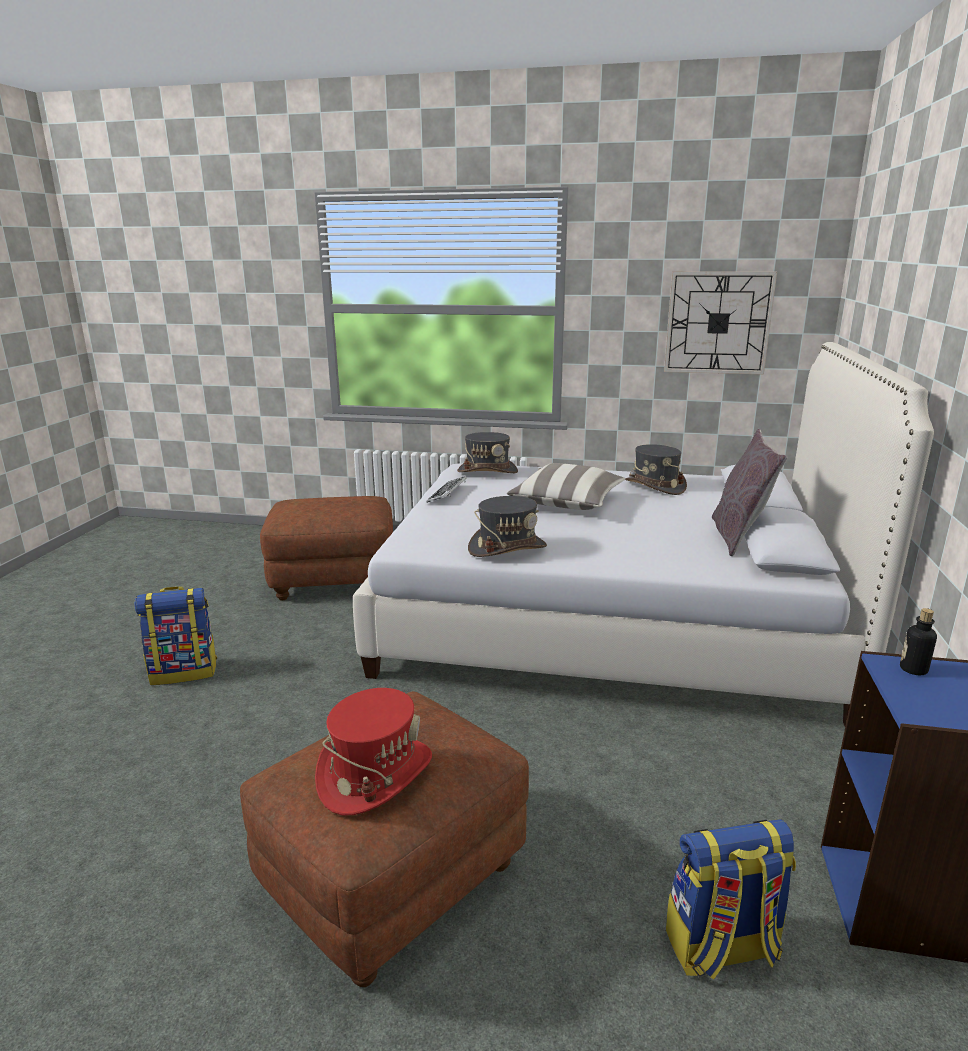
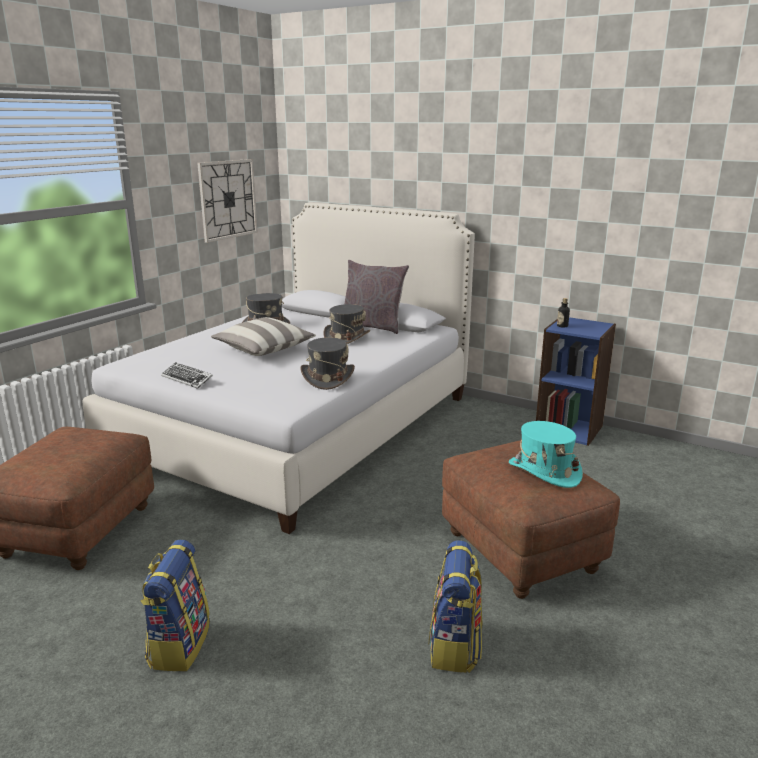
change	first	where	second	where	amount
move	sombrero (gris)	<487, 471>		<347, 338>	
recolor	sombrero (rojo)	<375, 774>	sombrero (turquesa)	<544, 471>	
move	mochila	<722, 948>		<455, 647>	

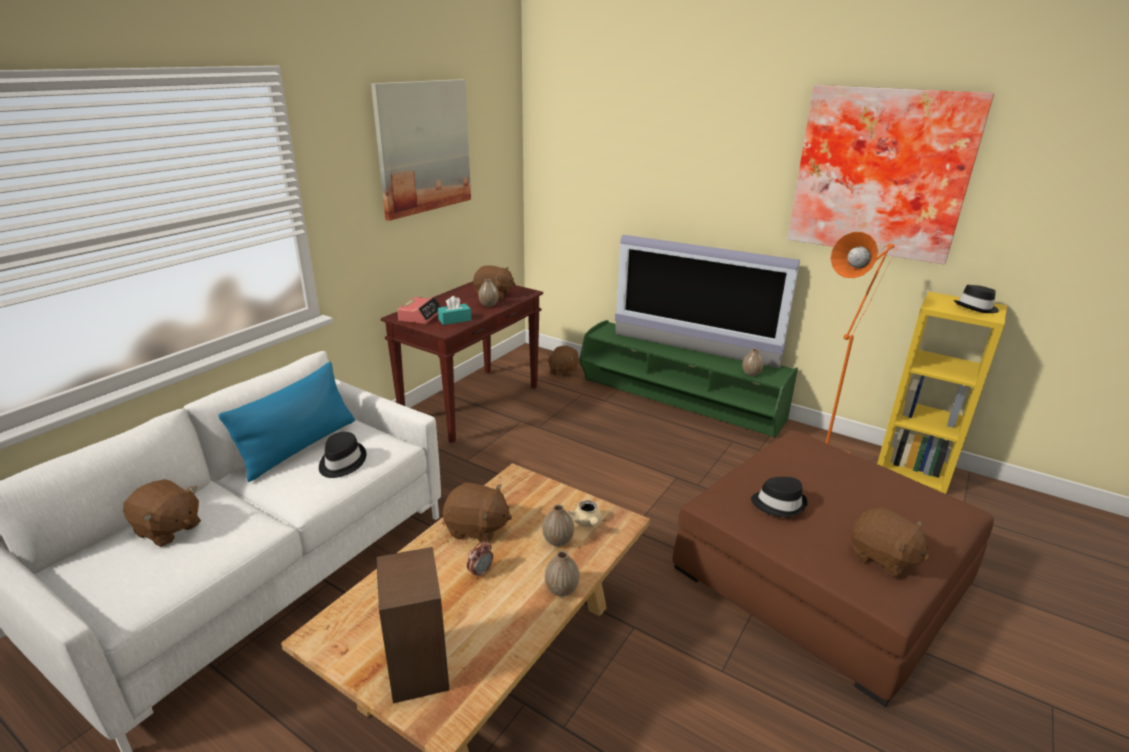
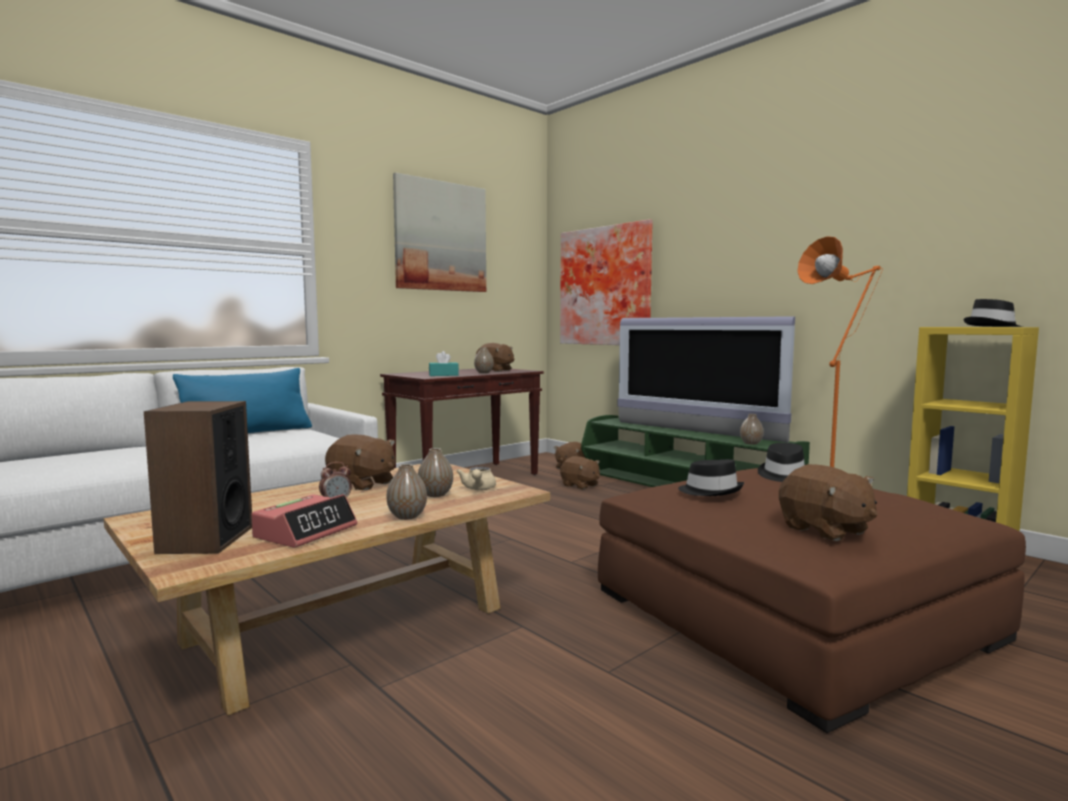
change	first	where	second	where	amount
move	cuadro	<881, 173>		<607, 286>	
move	despertador	<420, 316>		<306, 532>	
move	sombrero (negro)	<341, 462>		<783, 475>	
move	peluche (marrón)	<168, 529>		<580, 485>	

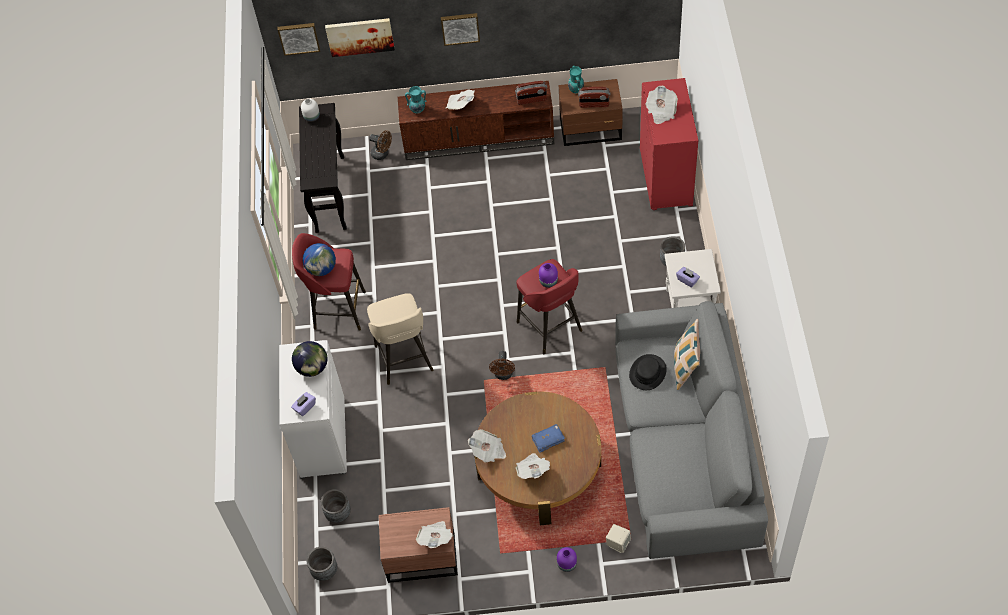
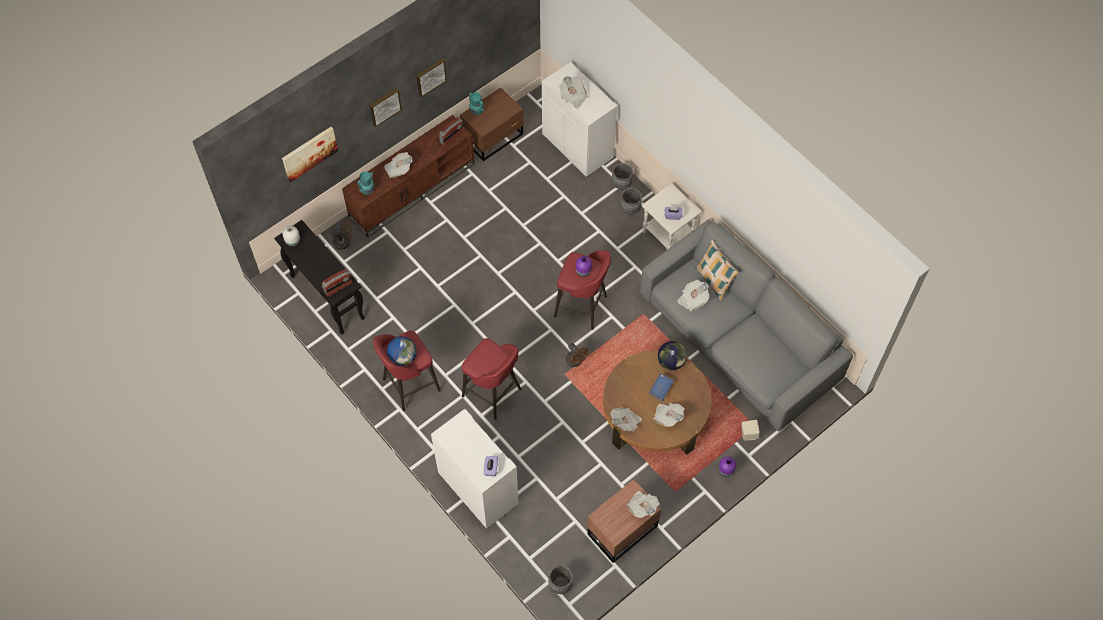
change	first	where	second	where	amount
move	cuadro	<299, 37>		<430, 76>	
recolor	armario (rojo)	<666, 177>	armario (blanco)	<578, 146>	
move	radio	<594, 104>		<338, 287>	
recolor	taburete (beis)	<404, 360>	taburete (rojo)	<493, 394>	
move	globo terráqueo	<312, 368>		<671, 362>	
replace	sombrero (negro)	<647, 372>	periódico	<692, 299>	
move	maceta (gris)	<338, 513>		<622, 184>	

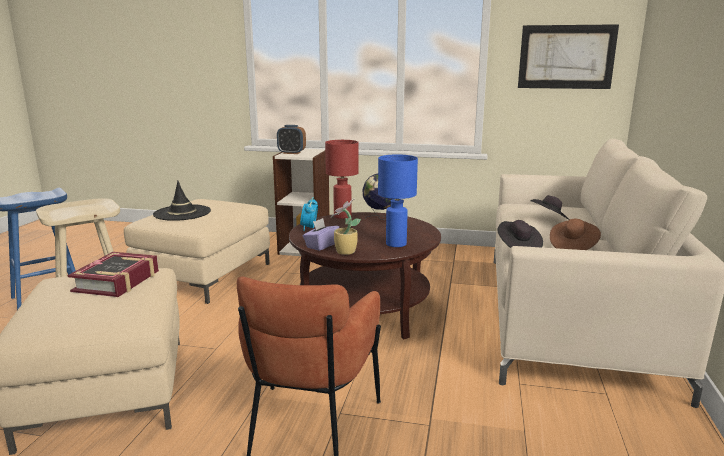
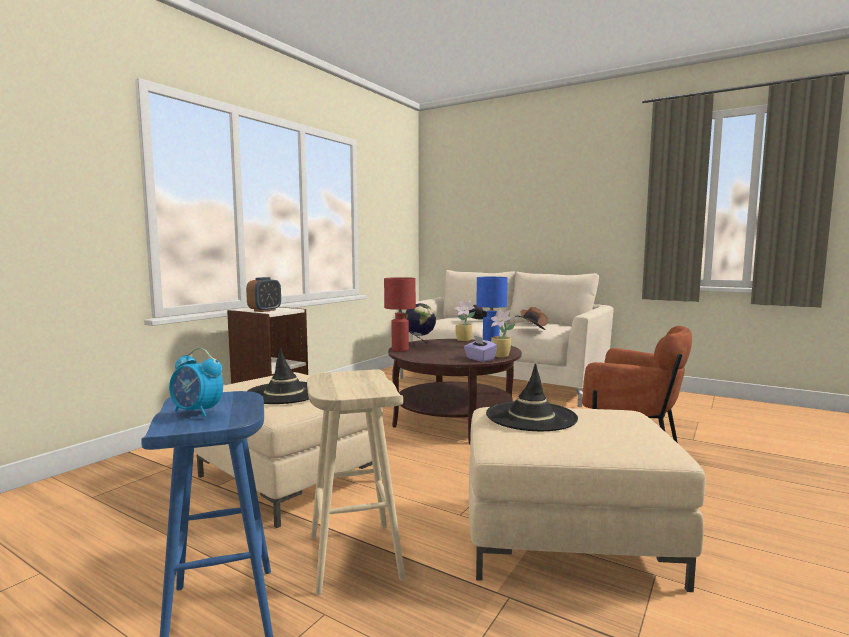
change	first	where	second	where	amount
delete	cuadro	<566, 57>			
move	despertador	<309, 228>		<197, 412>	
replace	libro	<117, 281>	sombrero (negro)	<531, 416>	
insert			planta en maceta	<464, 340>	

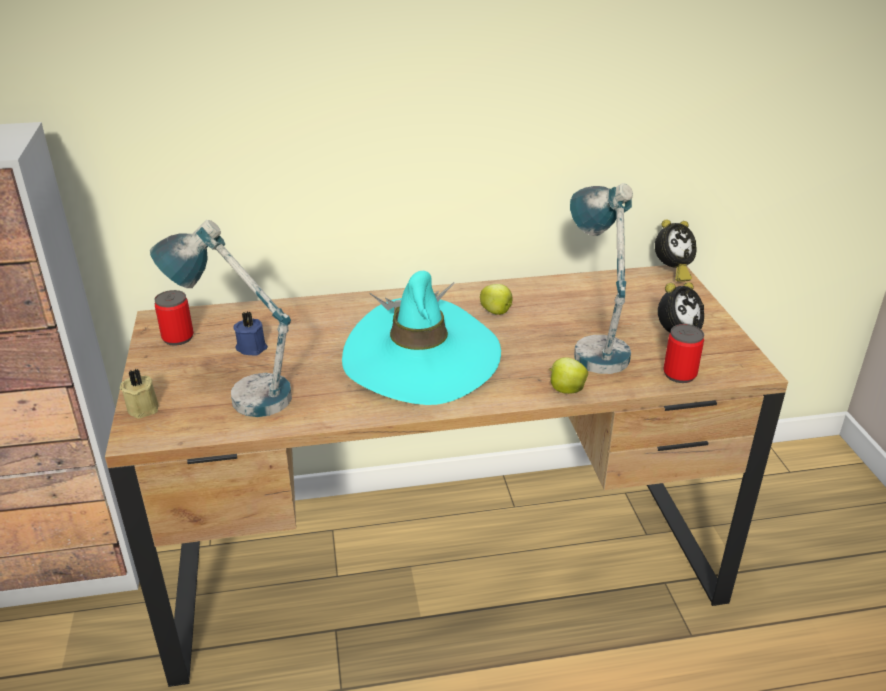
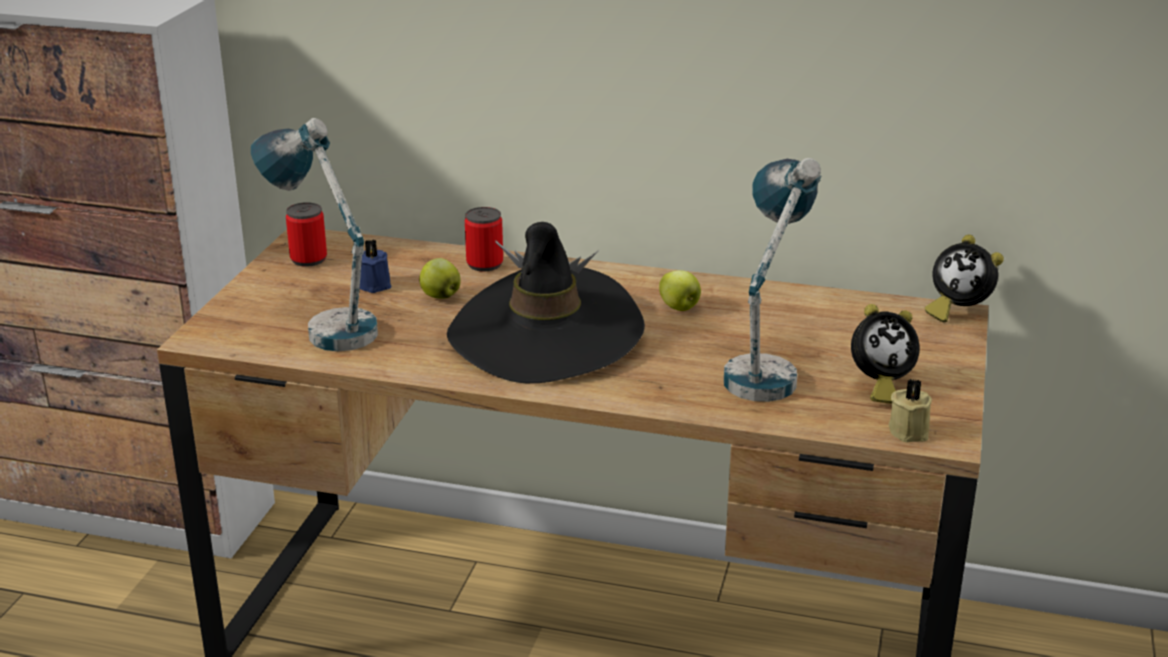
change	first	where	second	where	amount
rotate	despertador	<671, 272>		<957, 311>	45 degrees clockwise
recolor	sombrero (turquesa)	<421, 358>	sombrero (negro)	<545, 335>	
move	lata	<679, 374>		<484, 264>	
move	manzana	<565, 390>		<440, 296>	
move	vela (beis)	<144, 407>		<910, 430>	

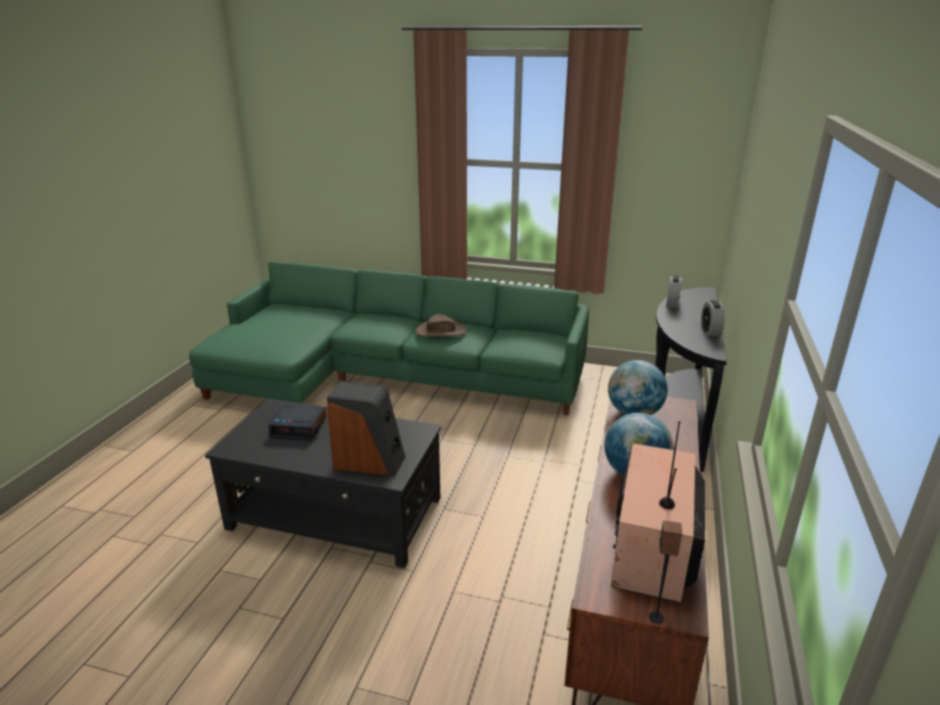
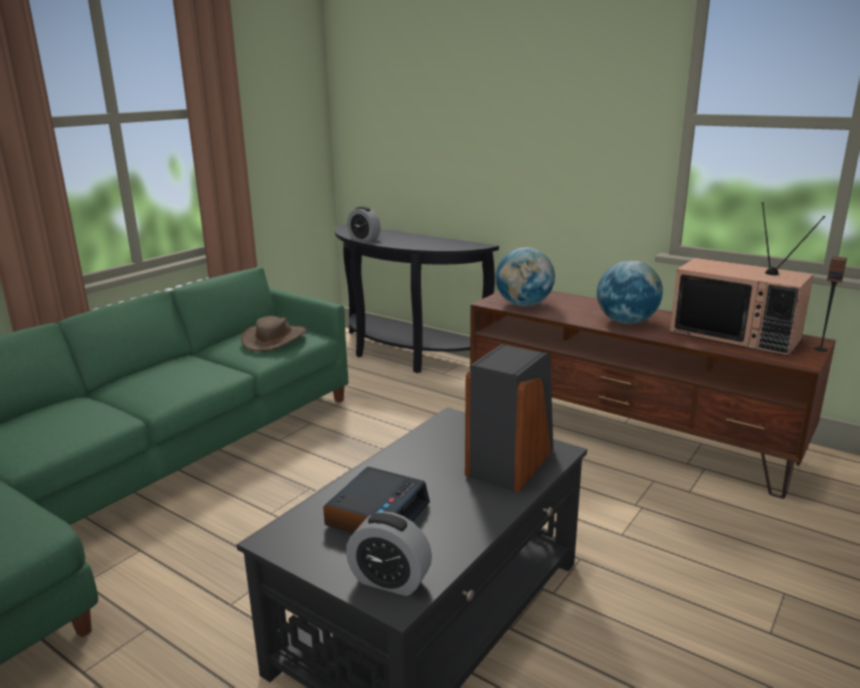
change	first	where	second	where	amount
move	despertador	<710, 331>		<389, 580>	
move	sombrero (marrón)	<440, 331>		<275, 338>	

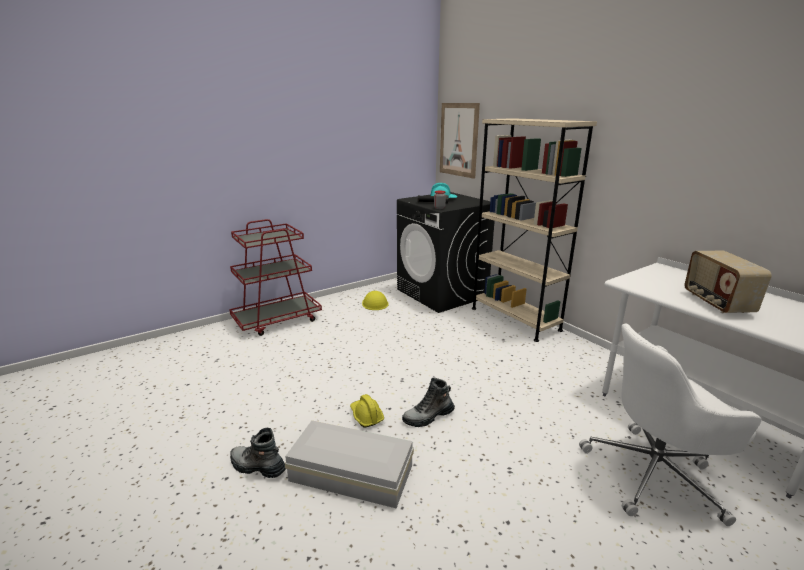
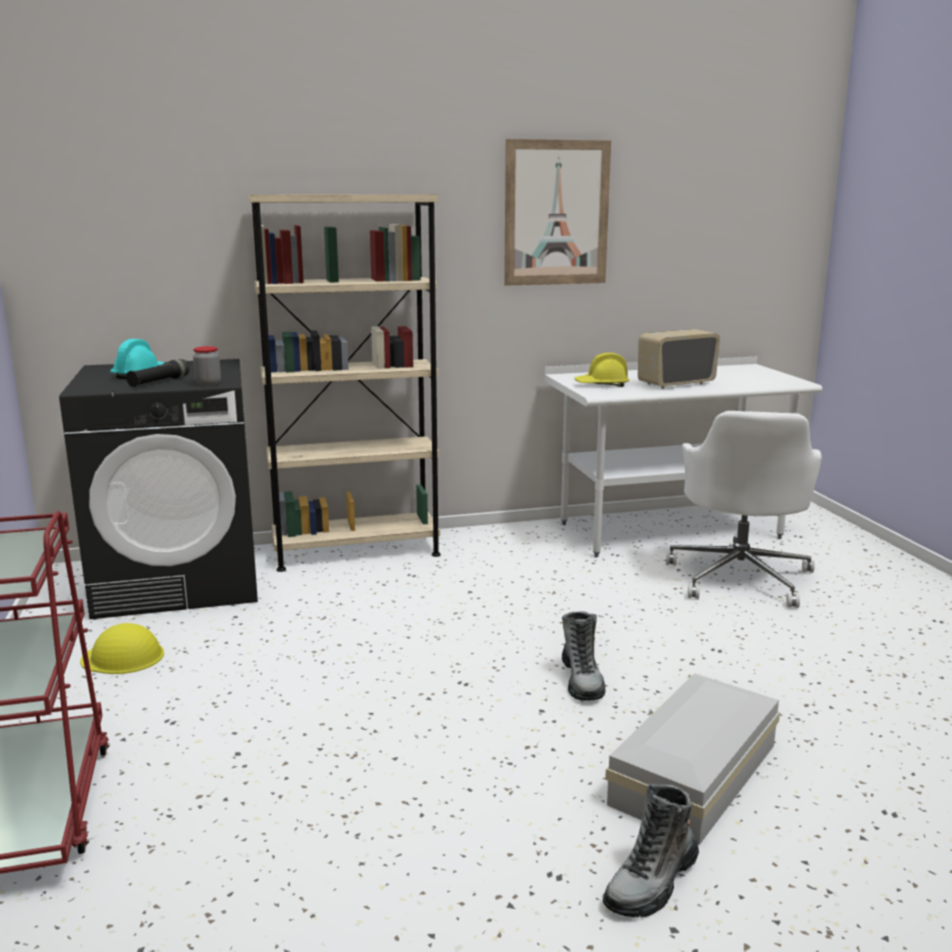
change	first	where	second	where	amount
move	cuadro	<458, 140>		<556, 213>	
rotate	radio	<716, 303>		<675, 384>	135 degrees clockwise
move	casco (amarillo)	<366, 416>		<601, 385>	

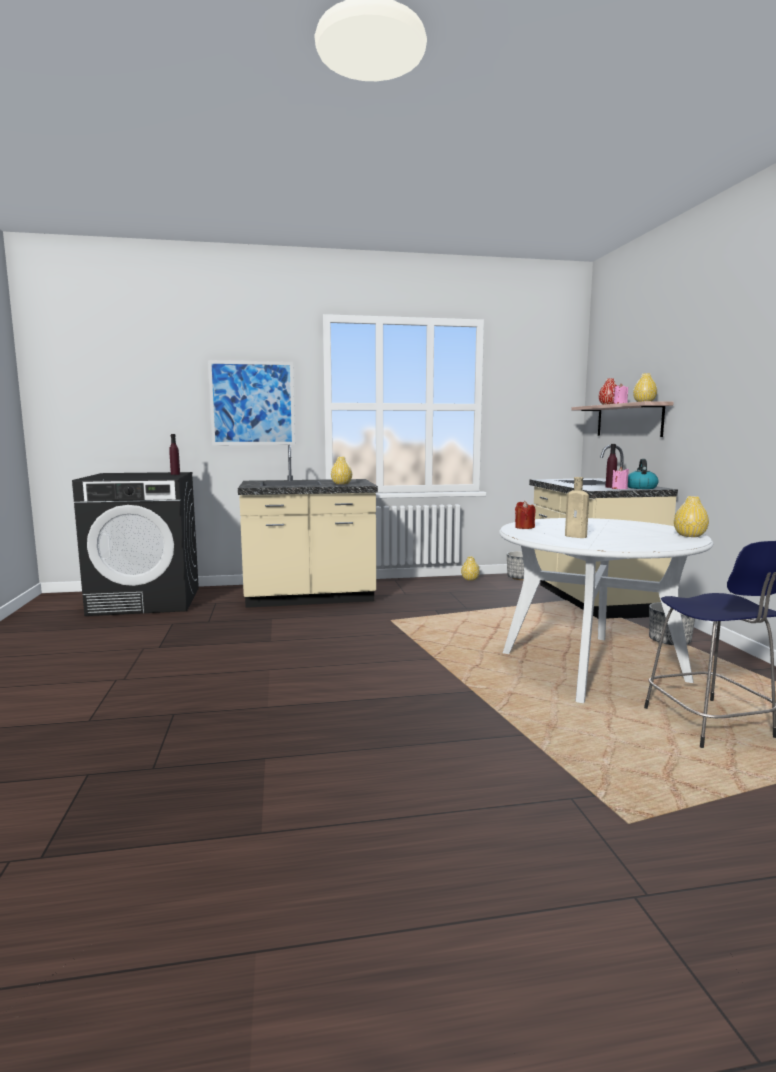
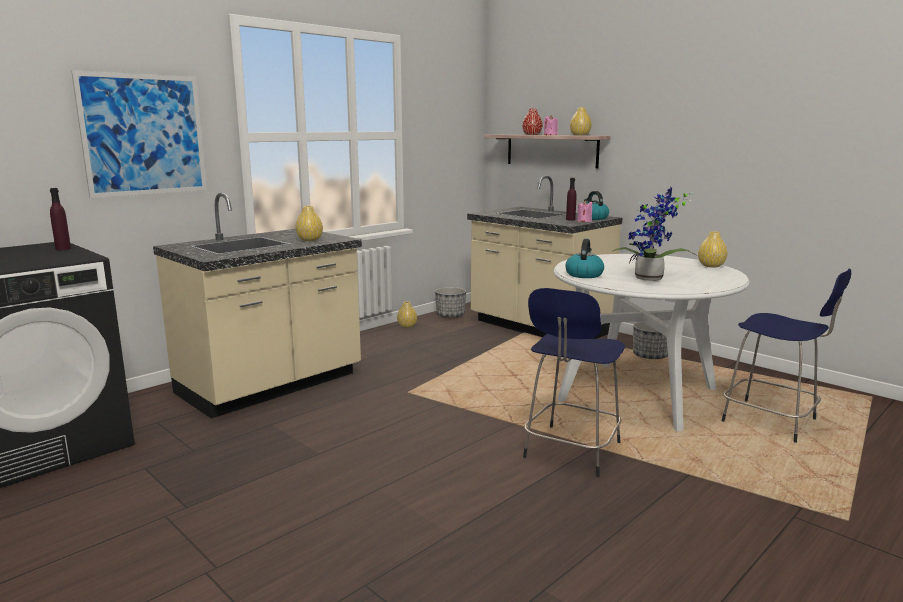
change	first	where	second	where	amount
replace	botella (beis)	<577, 536>	planta en maceta	<650, 279>	
replace	vela (rojo)	<524, 527>	hervidor	<584, 274>	
insert			taburete (azul)	<571, 452>	

